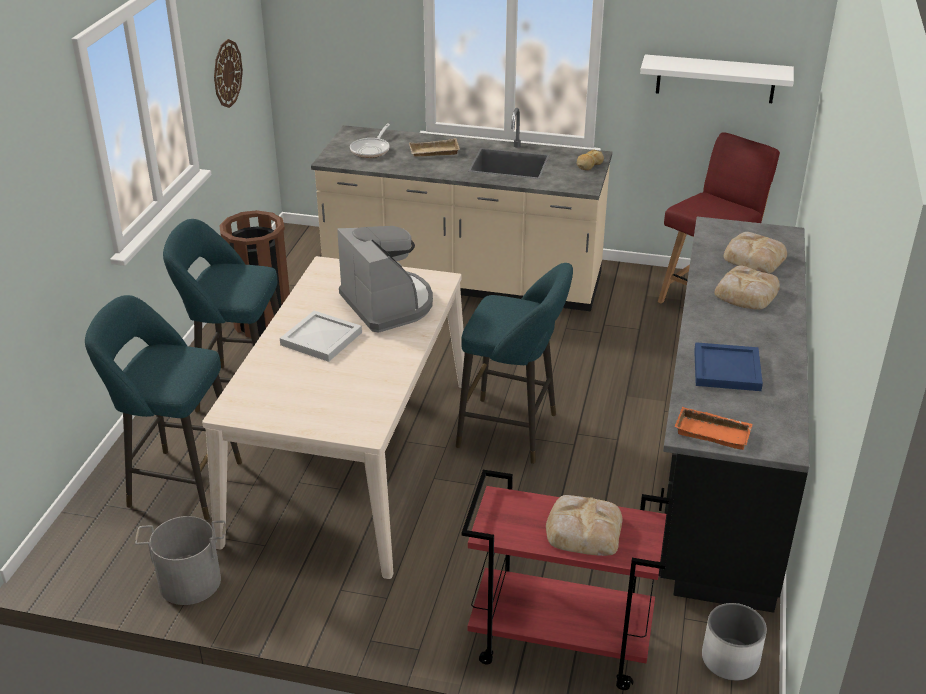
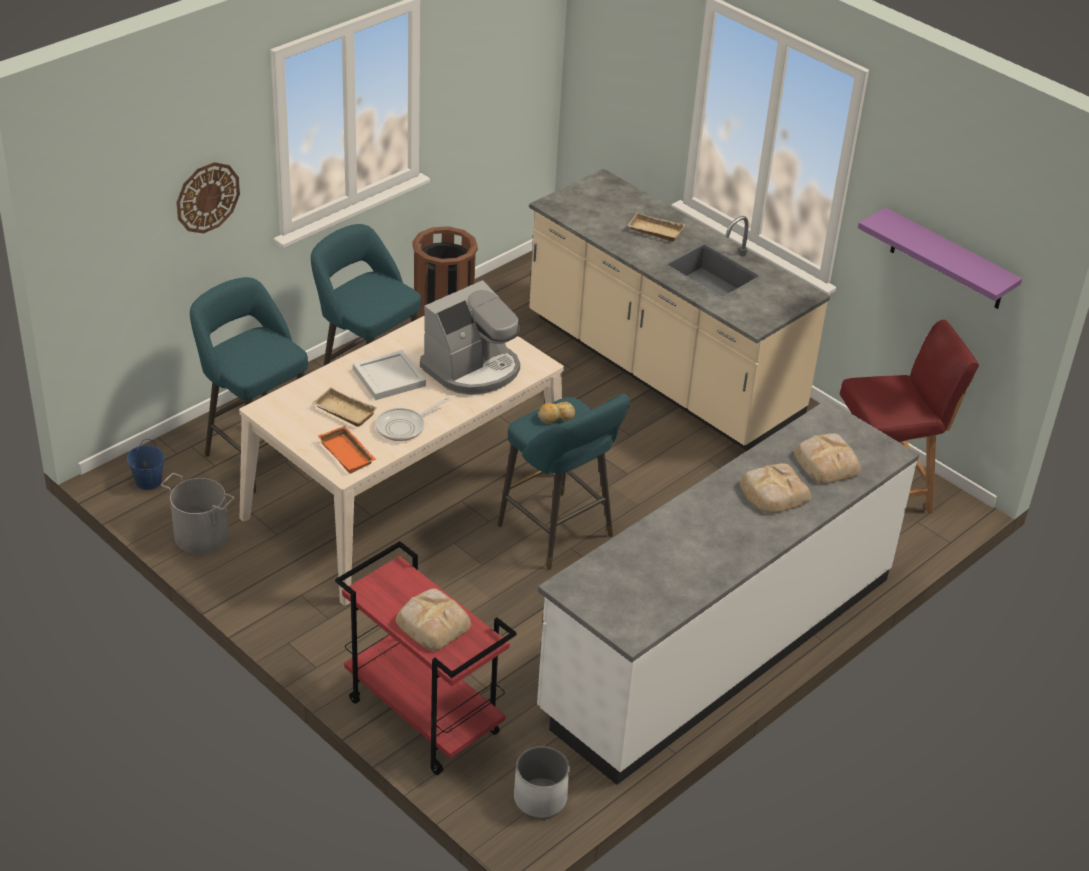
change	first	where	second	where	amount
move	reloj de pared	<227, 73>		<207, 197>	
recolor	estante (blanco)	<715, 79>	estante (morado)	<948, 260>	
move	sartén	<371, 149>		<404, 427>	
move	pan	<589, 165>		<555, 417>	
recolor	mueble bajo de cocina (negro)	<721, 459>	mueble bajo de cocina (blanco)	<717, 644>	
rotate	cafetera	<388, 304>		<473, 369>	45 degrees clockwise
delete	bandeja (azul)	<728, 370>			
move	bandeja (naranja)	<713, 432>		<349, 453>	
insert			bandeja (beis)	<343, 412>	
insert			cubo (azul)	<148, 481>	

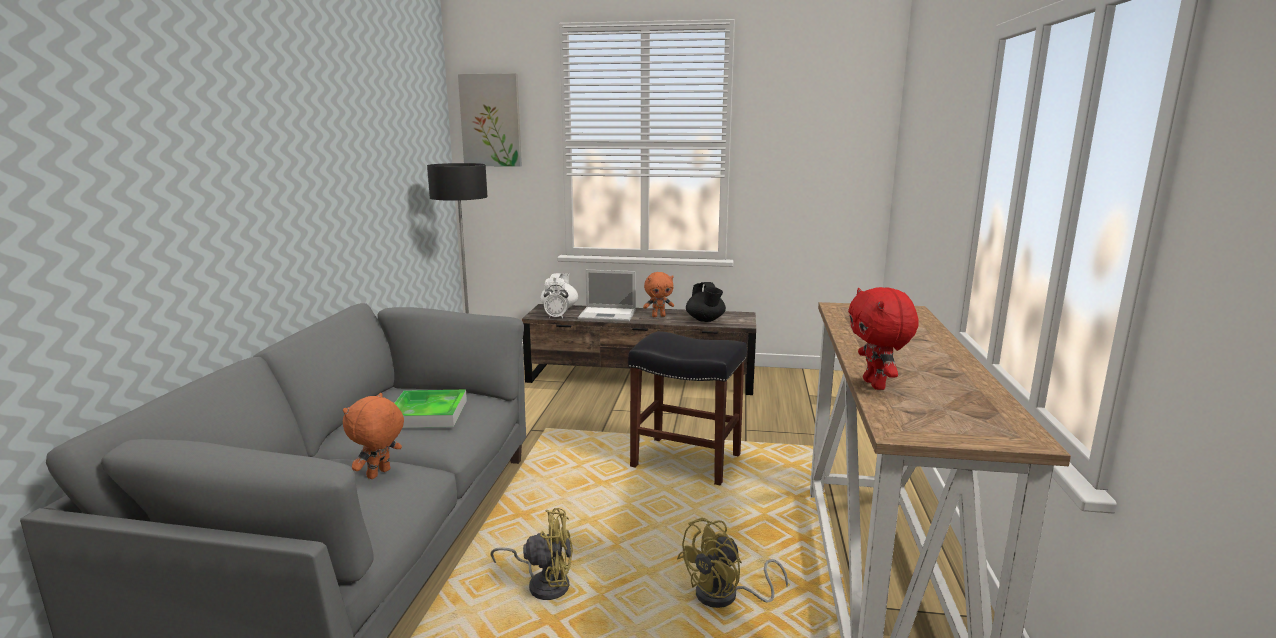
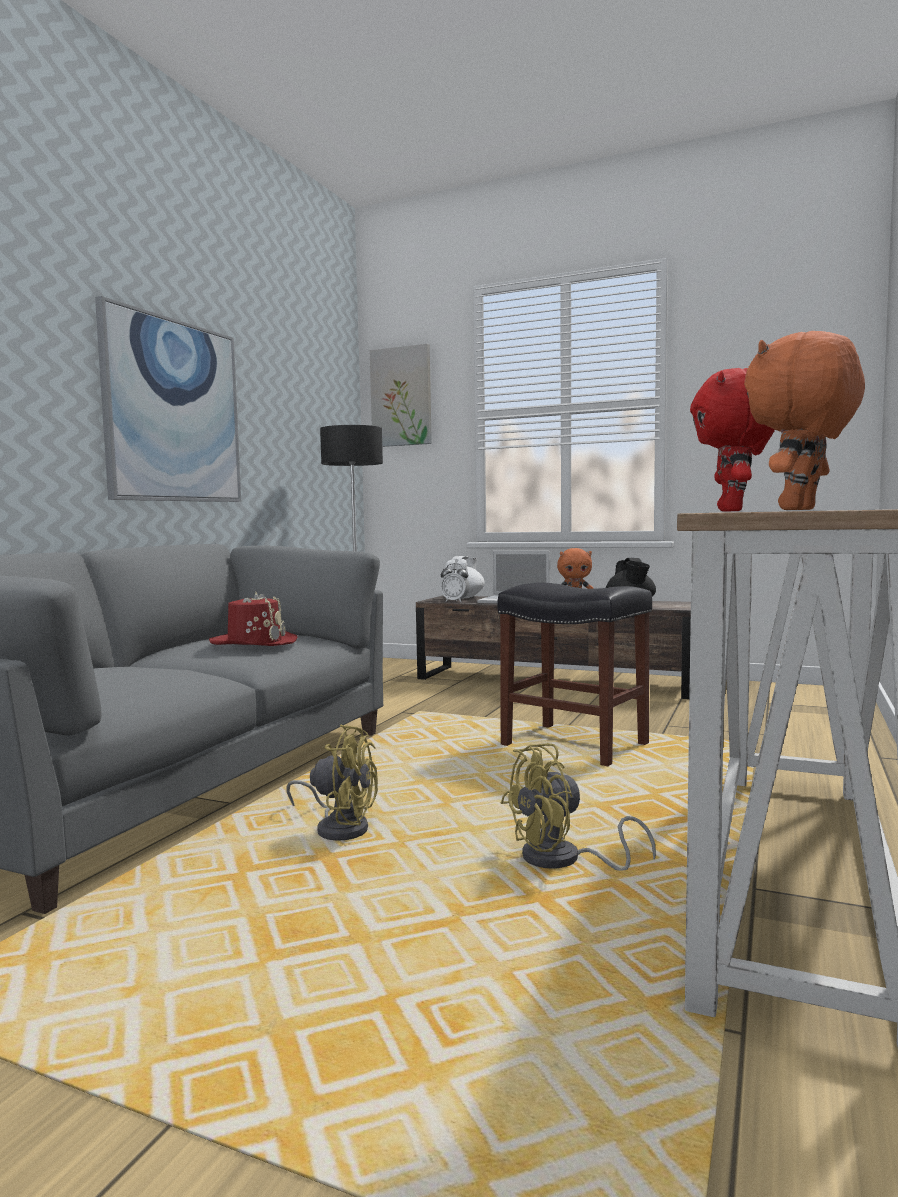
change	first	where	second	where	amount
replace	bandeja	<428, 413>	sombrero (rojo)	<254, 642>	
move	peluche (naranja)	<379, 474>		<801, 509>	
insert			cuadro	<173, 411>	

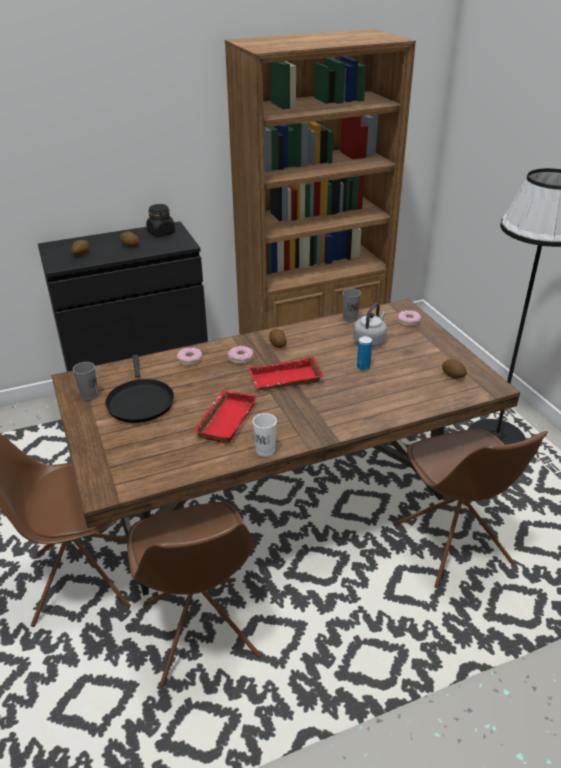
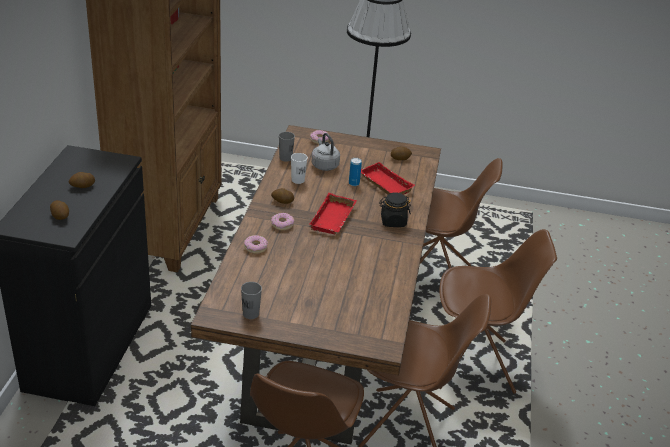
change	first	where	second	where	amount
move	tarro (negro)	<161, 233>		<393, 221>	
delete	sartén (negro)	<140, 401>			
move	bandeja (rojo)	<225, 419>		<383, 184>	
move	taza (blanco)	<265, 450>		<298, 180>	
insert			silla (marrón)	<475, 365>	

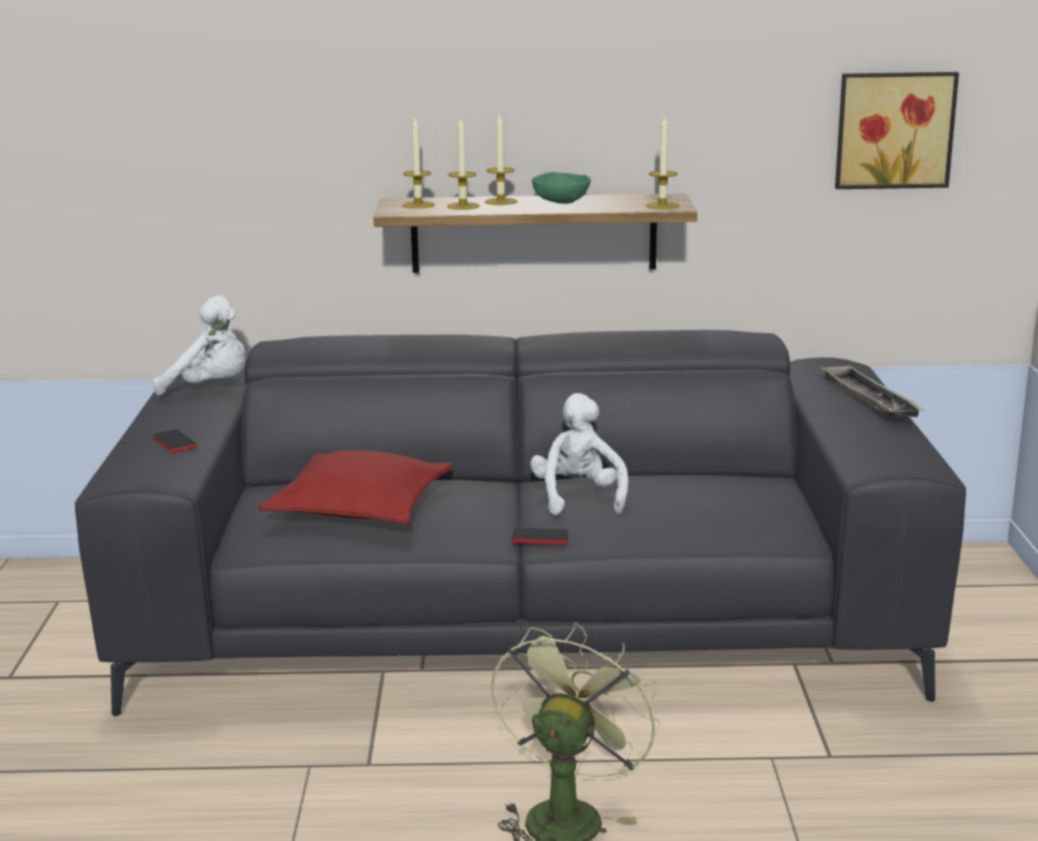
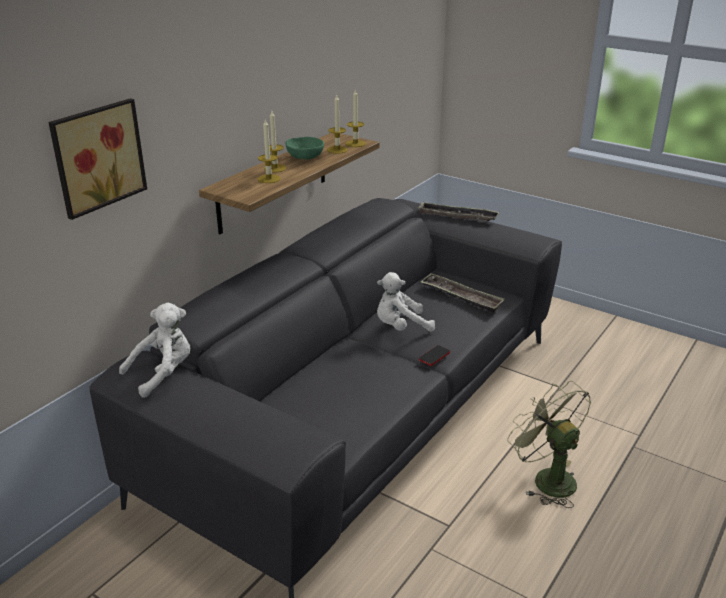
change	first	where	second	where	amount
move	cuadro	<893, 129>		<96, 156>	
move	vela	<418, 205>		<337, 150>	
rotate	peluche (blanco)	<578, 498>		<400, 327>	45 degrees counterclockwise
delete	móvil	<174, 442>			
delete	cojín (rojo)	<360, 508>			
insert			bandeja	<461, 297>	

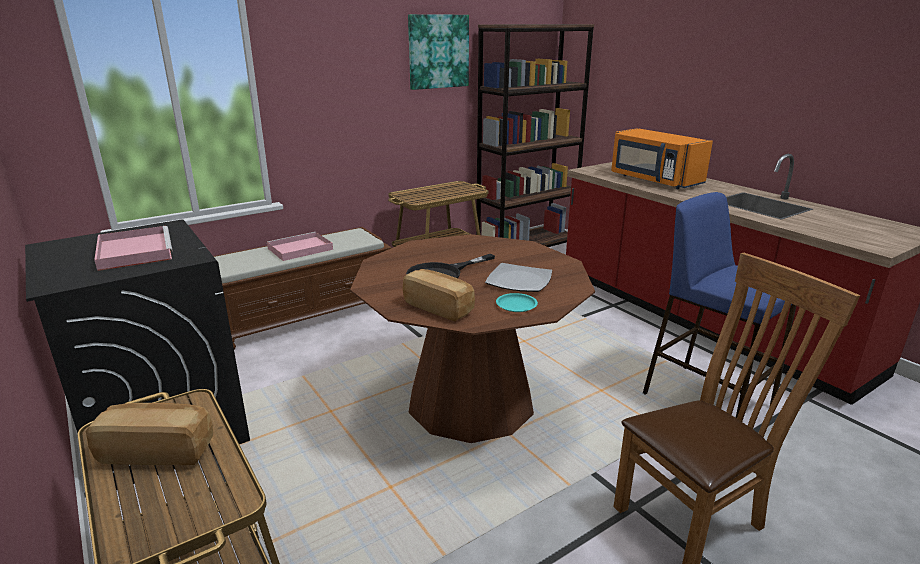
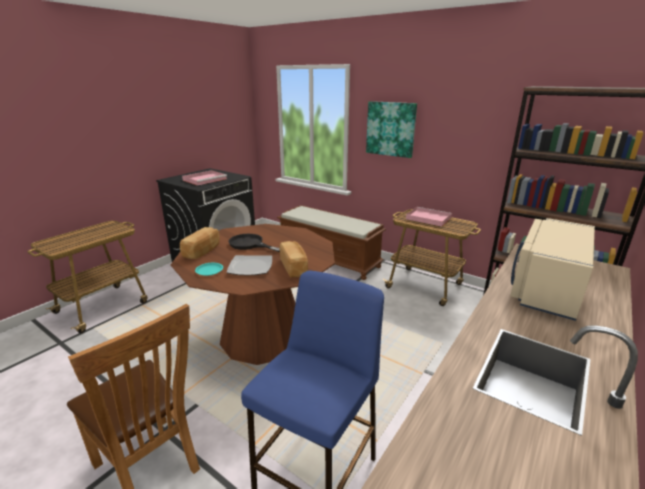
change	first	where	second	where	amount
move	cuadro	<438, 51>		<391, 129>	
recolor	microondas (naranja)	<654, 180>	microondas (beis)	<546, 289>	
move	bandeja (rosa)	<299, 249>		<427, 218>	
move	pan	<157, 451>		<294, 267>	

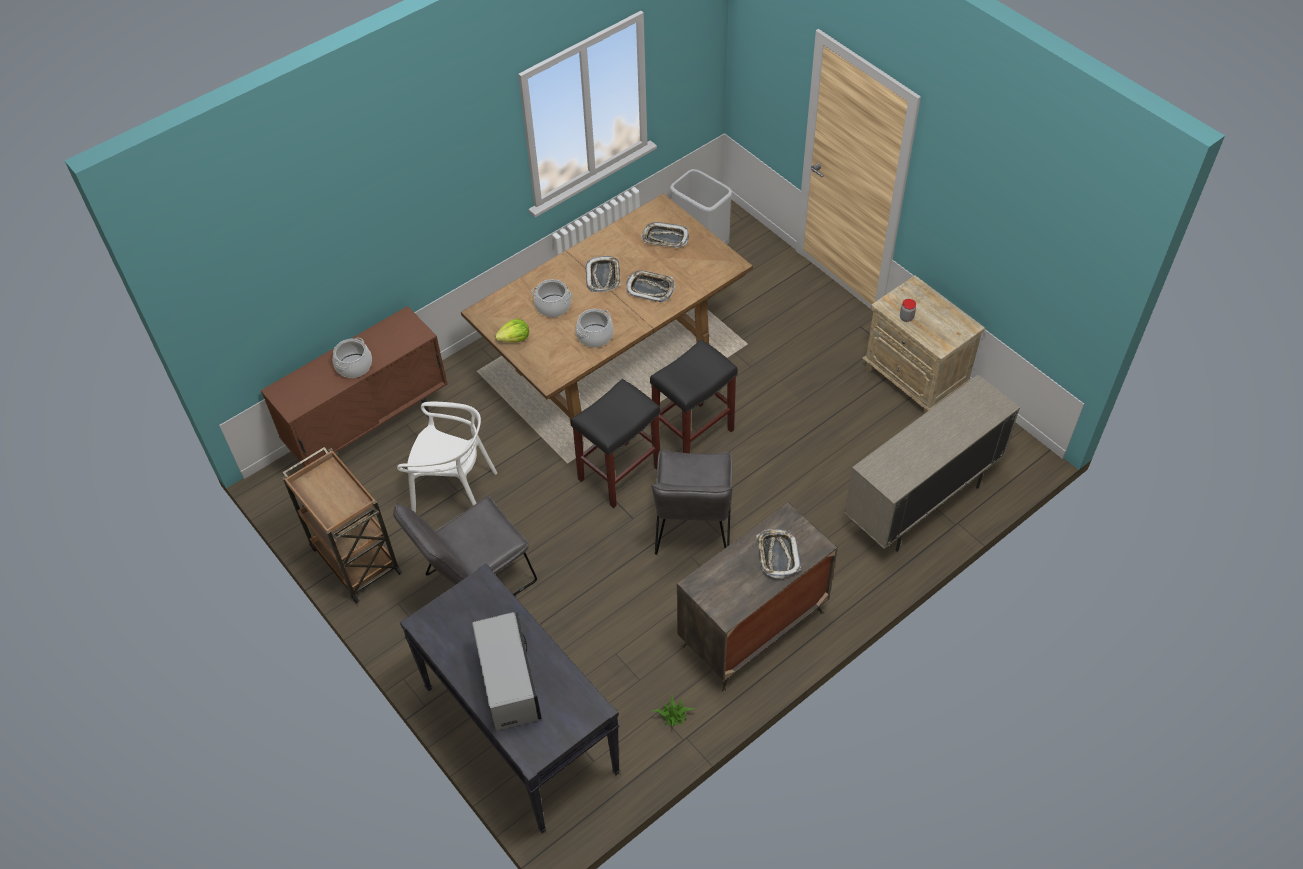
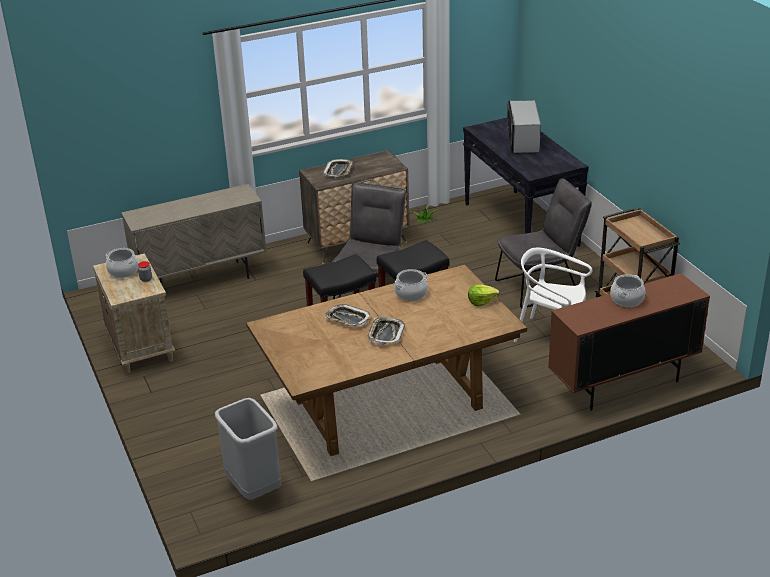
change	first	where	second	where	amount
delete	bandeja	<665, 238>			
move	olla	<553, 306>		<123, 271>	

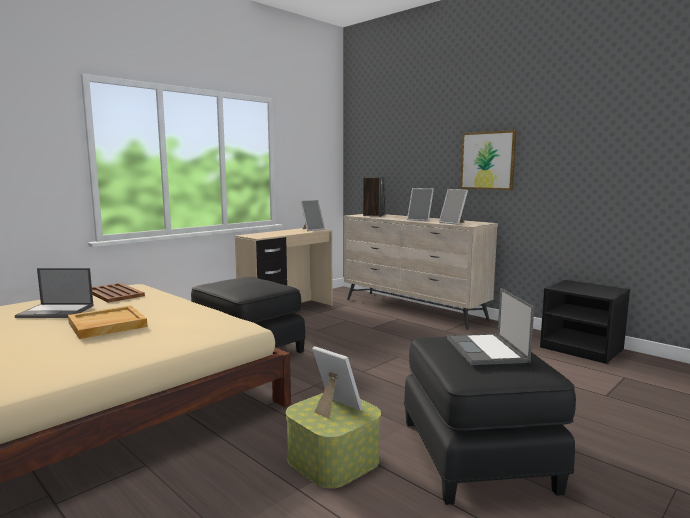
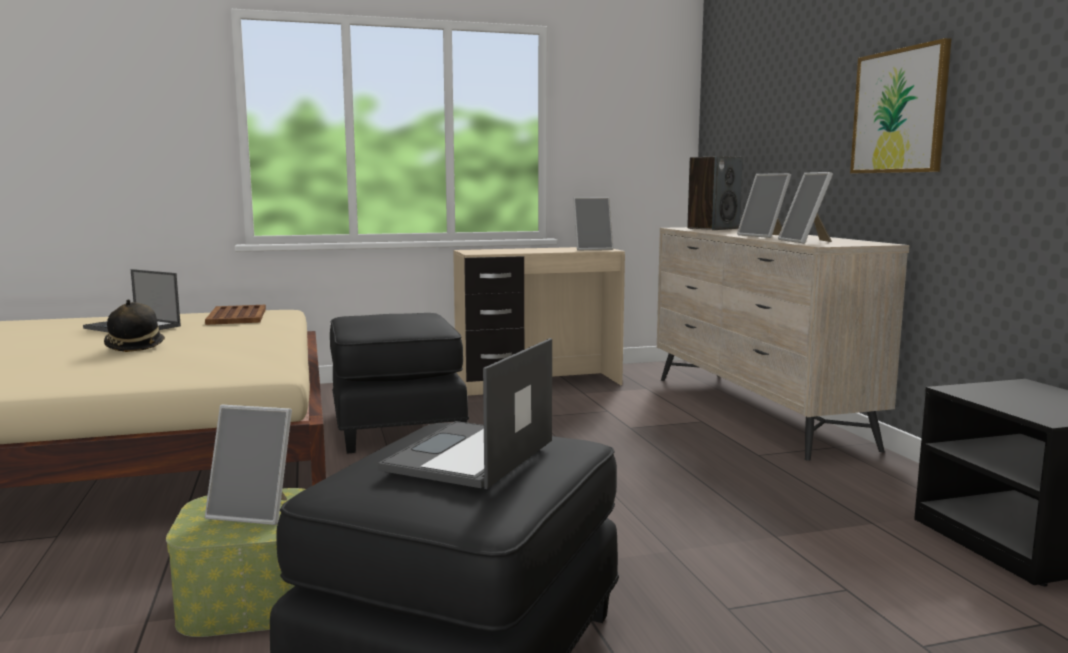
change	first	where	second	where	amount
replace	bandeja (beis)	<107, 325>	sombrero	<135, 346>	
rotate	portarretratos	<334, 408>		<255, 512>	120 degrees clockwise

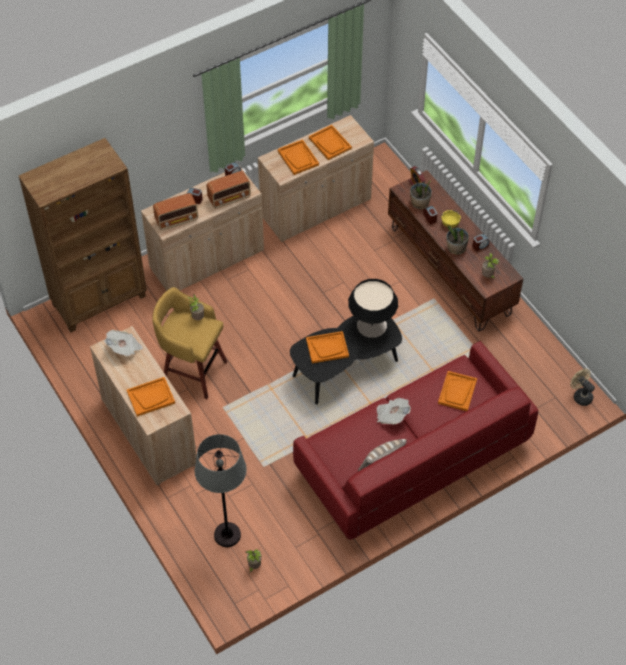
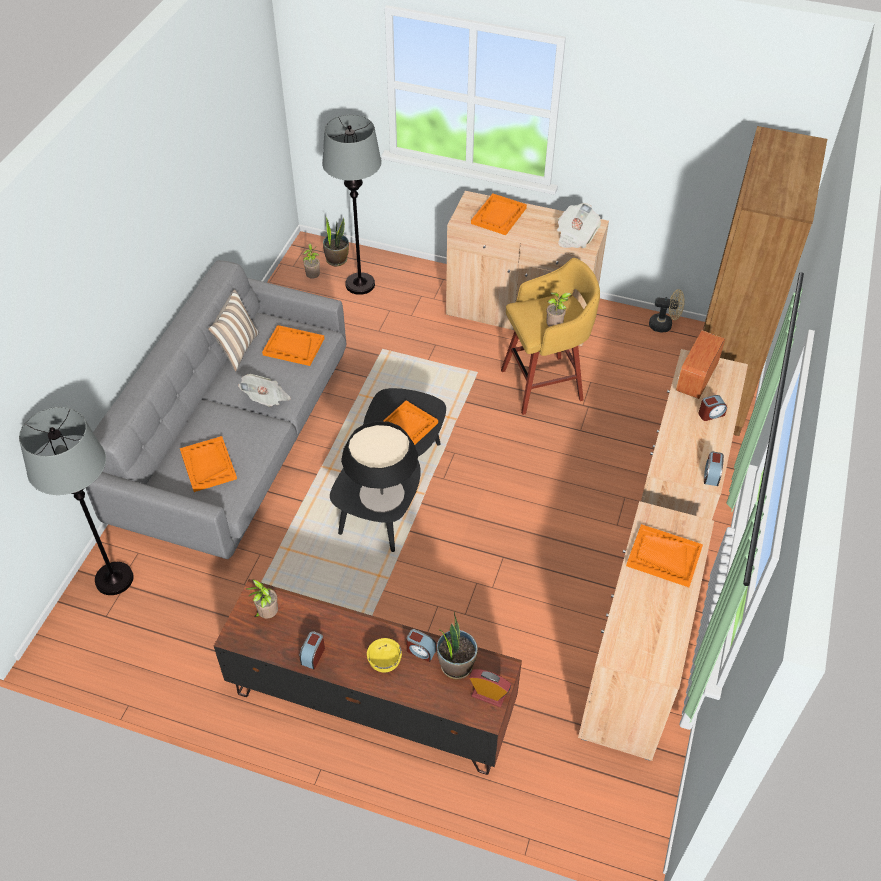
change	first	where	second	where	amount
move	bandeja (naranja)	<330, 143>		<293, 347>	
delete	radio	<229, 198>			
move	planta en maceta	<456, 248>		<337, 260>	
recolor	sofá (rojo)	<411, 457>	sofá (gris)	<238, 444>	
move	ventilador (beis)	<580, 395>		<664, 325>	
insert			lámpara de pie (gris)	<114, 579>	

